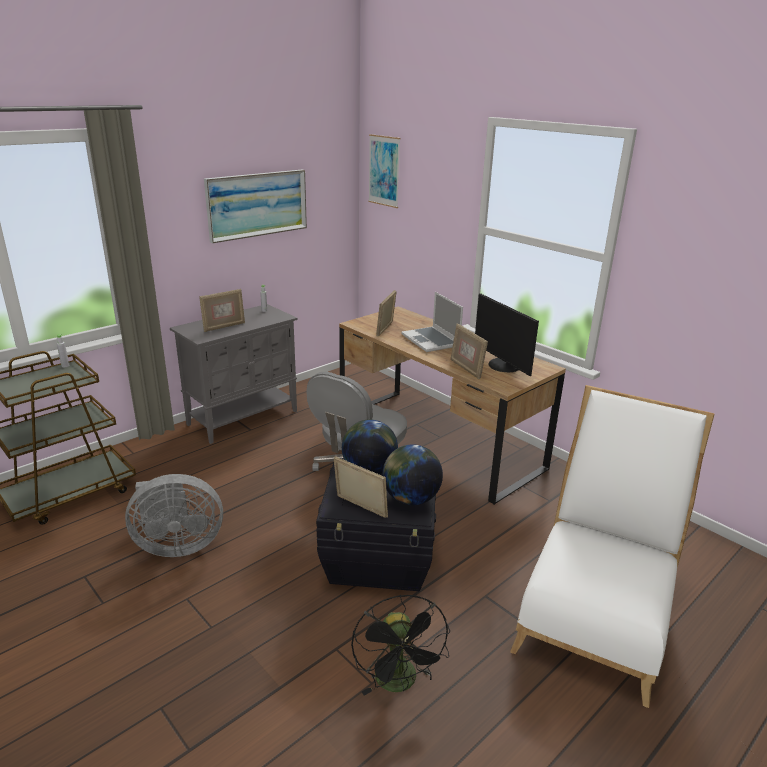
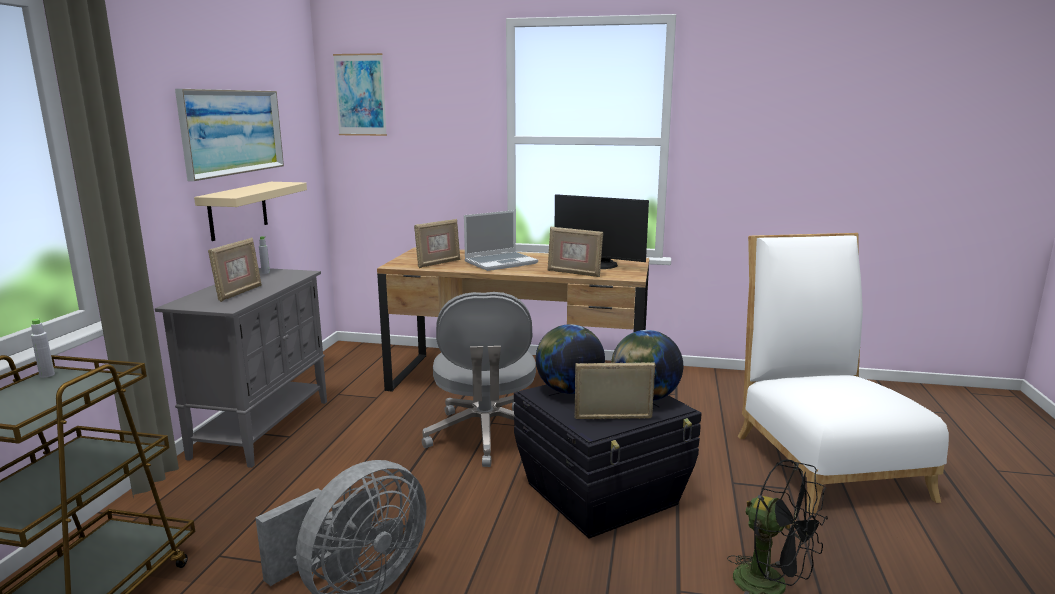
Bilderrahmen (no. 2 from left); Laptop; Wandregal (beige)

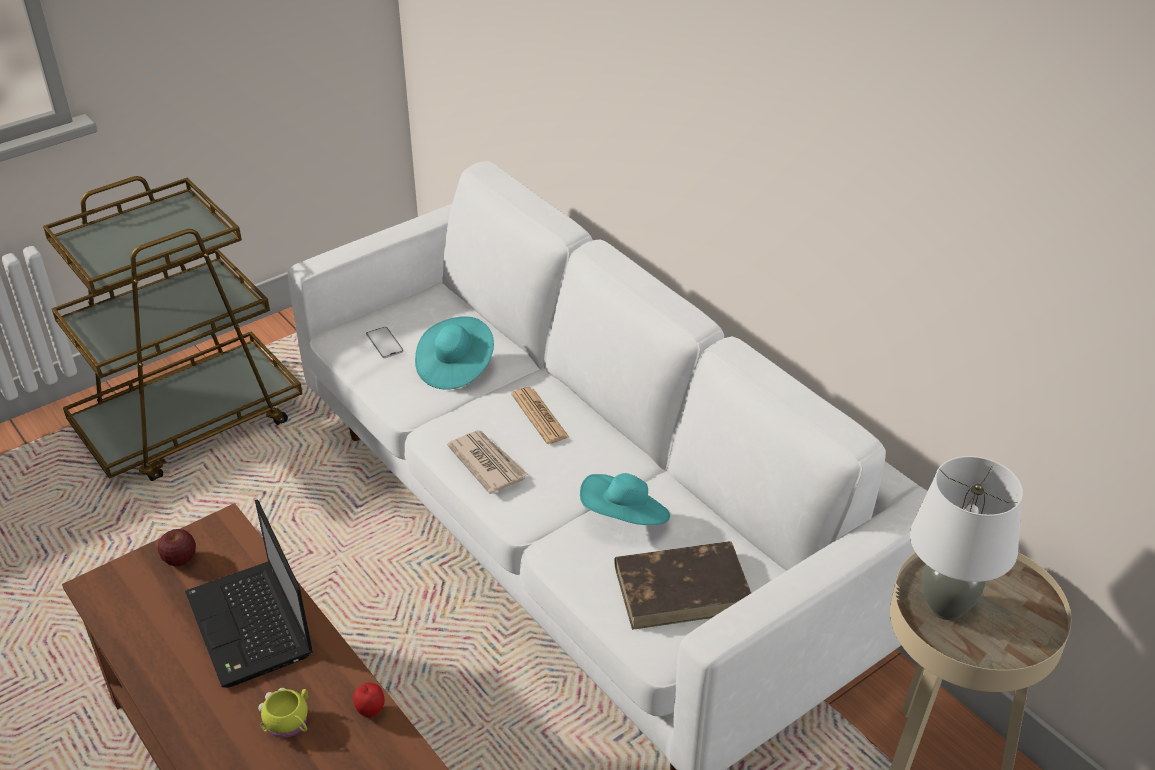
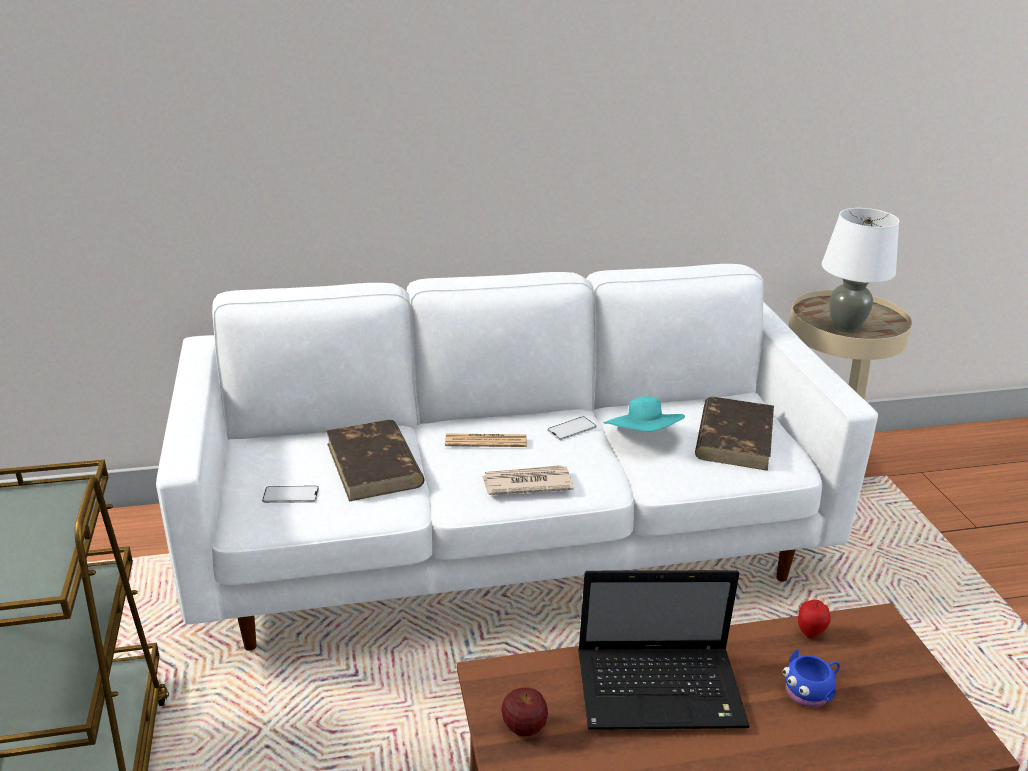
Buch (braun) (no. 1 from left); Henkelbecher (blau); Handy (no. 2 from left)

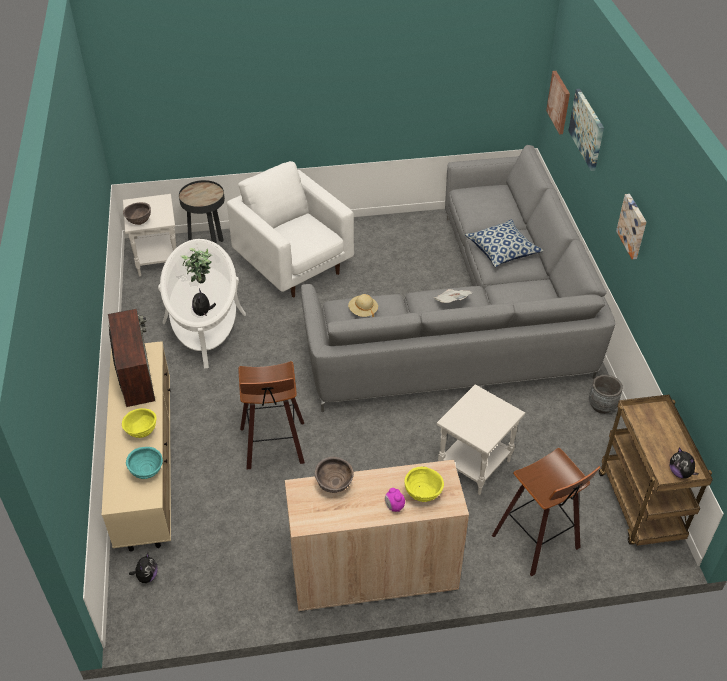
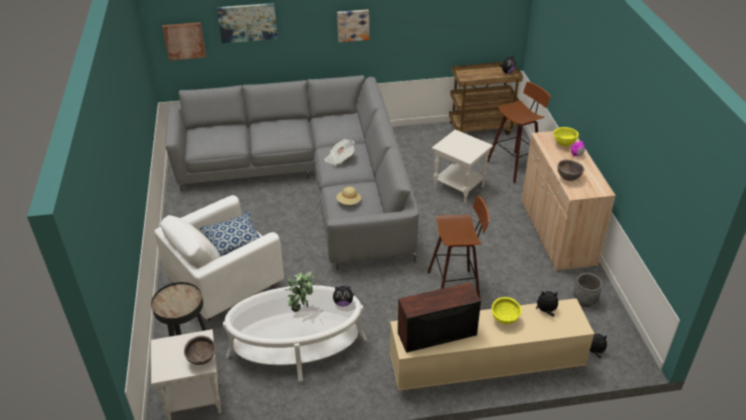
Kissen; Pflanzkübel (grau); Plüschtier (no. 3 from left)

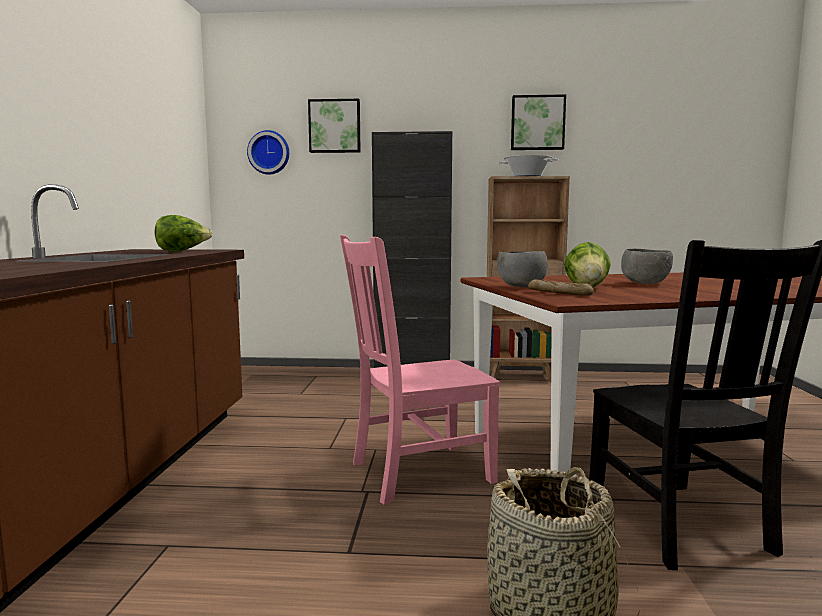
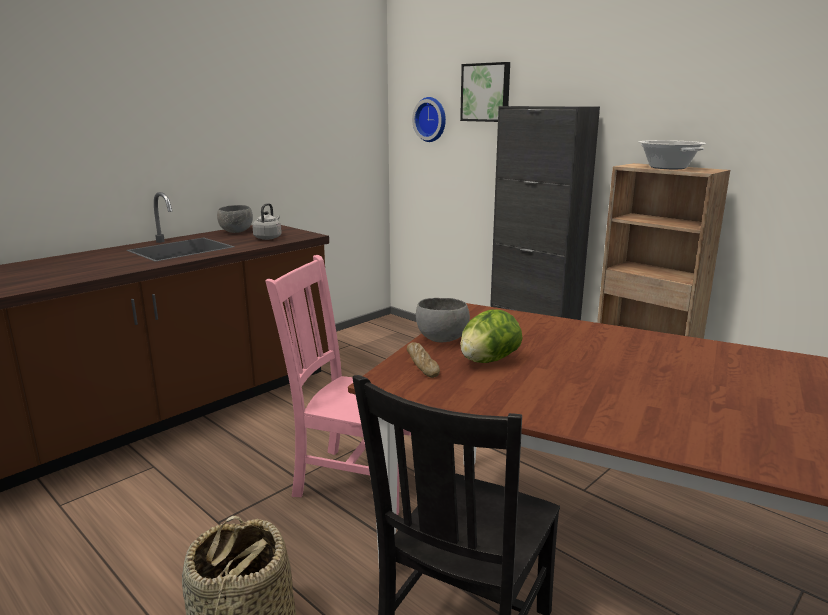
Bild (no. 2 from left in the first image); Wasserkessel (grau); Schüssel (grau) (no. 1 from left)

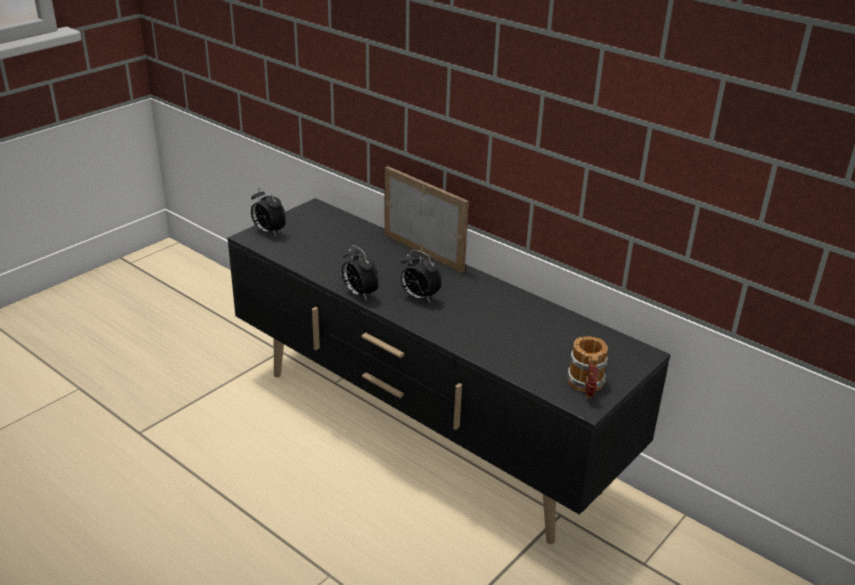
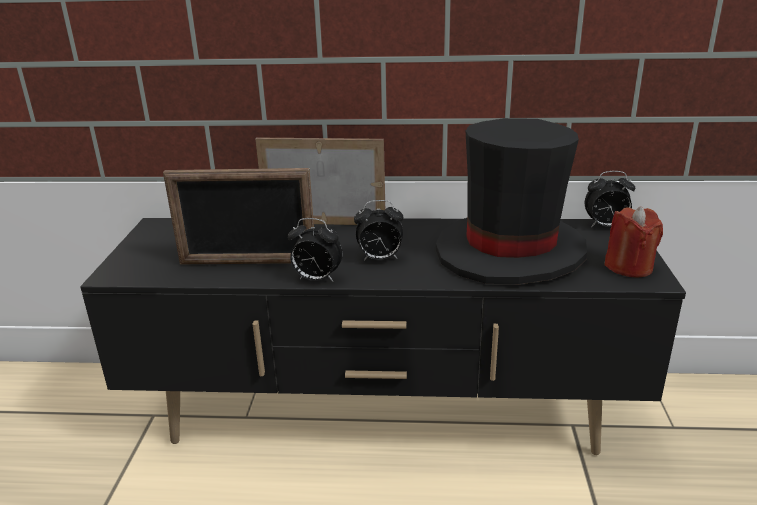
Wecker (no. 3 from left); Kerze (rot); Hut (schwarz); Bilderrahmen (no. 1 from left)

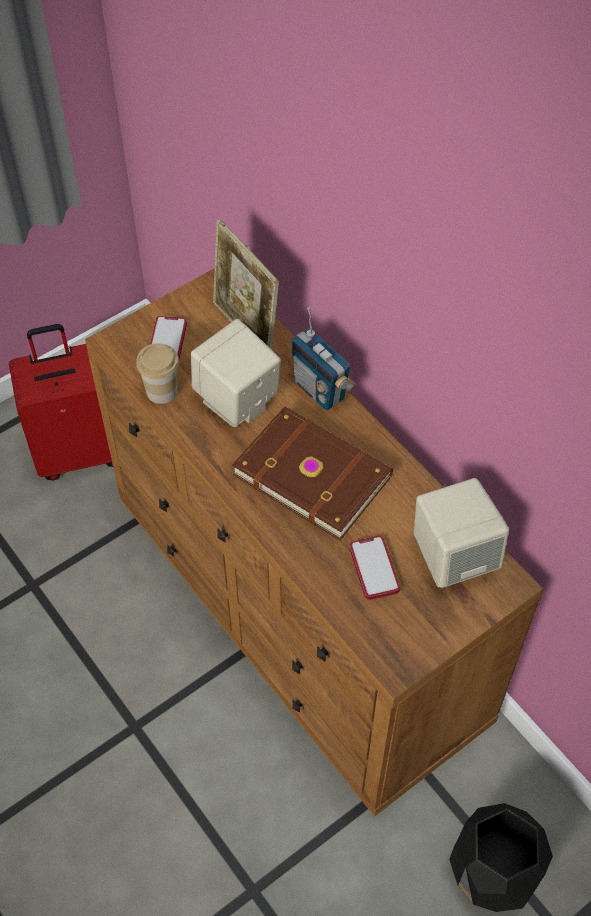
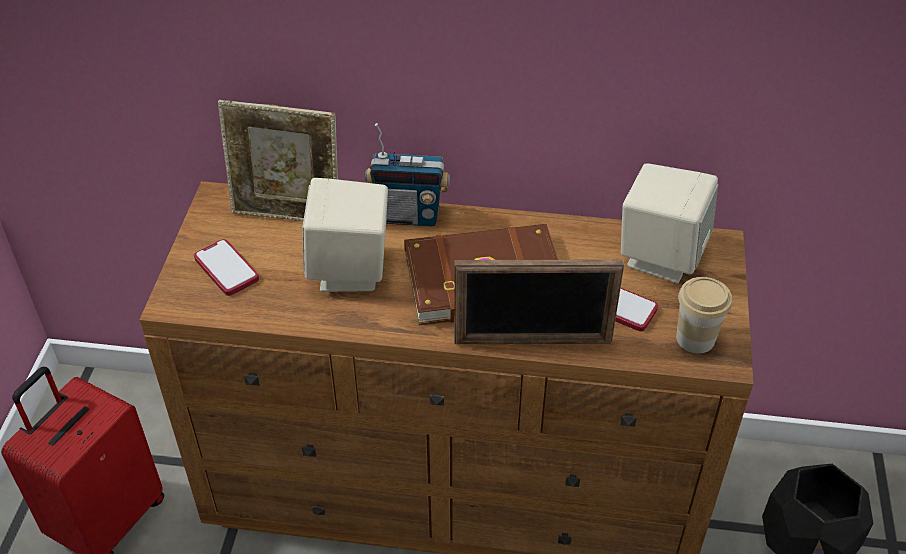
Tasse; Bilderrahmen (no. 2 from left)

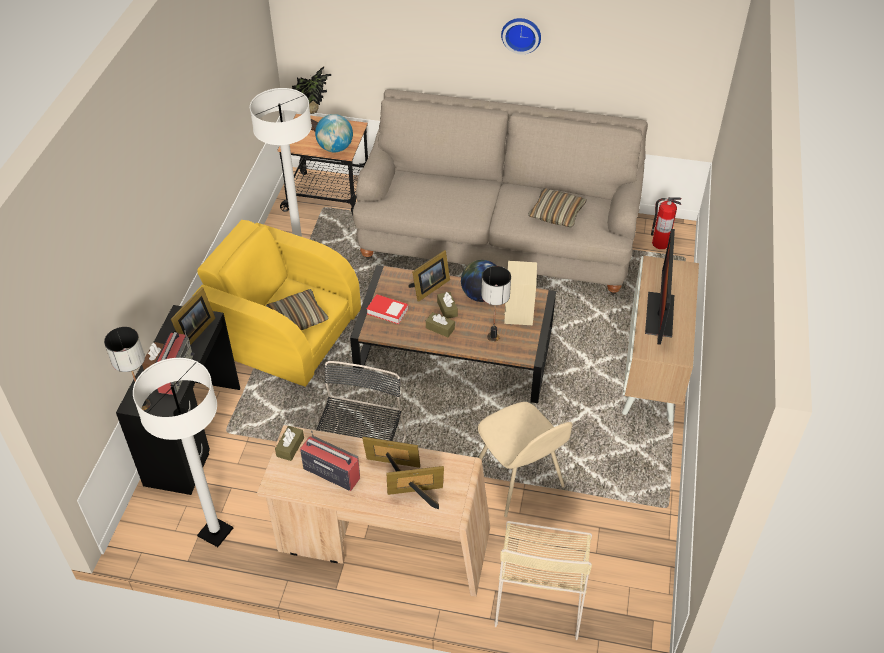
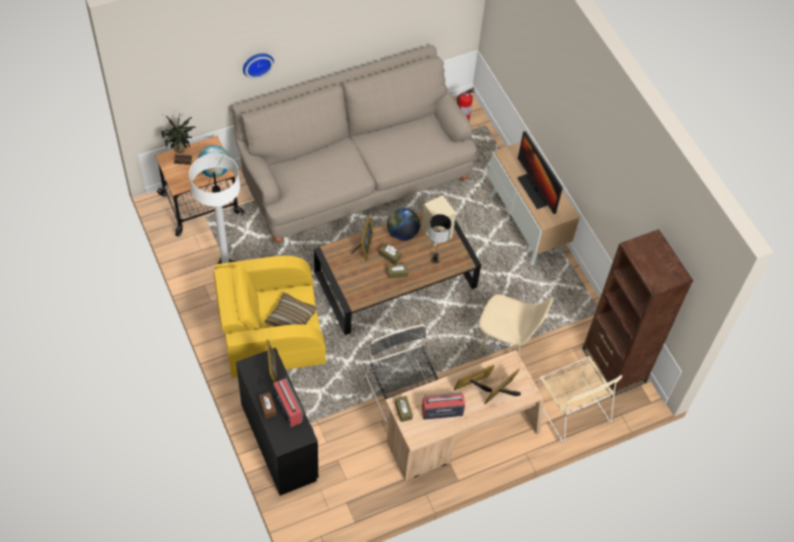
Wanduhr; Kissen (no. 2 from left in the first image); Buch; Tischlampe (no. 1 from left in the first image); Stehlampe (weiß) (no. 1 from left in the first image); Bücherregal (braun)

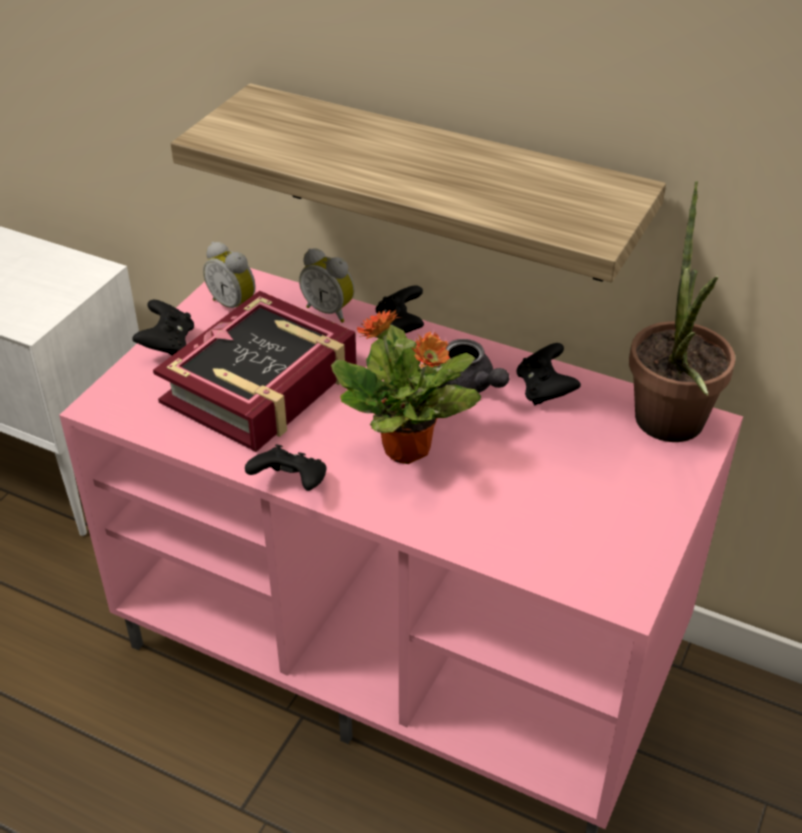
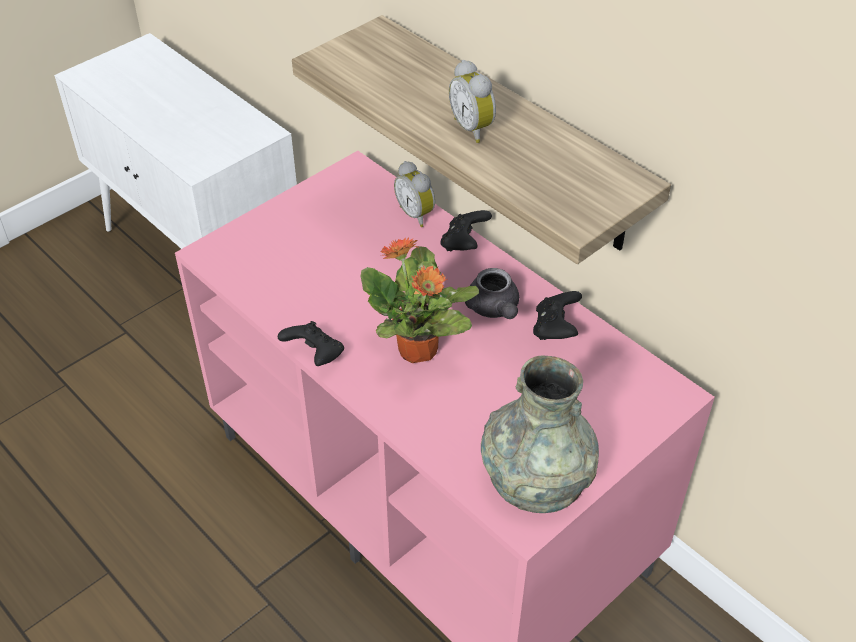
Topfpflanze (no. 2 from left in the first image); Wecker (no. 2 from left); Buch; Gamepad (schwarz) (no. 1 from left in the first image); Vase (grau)

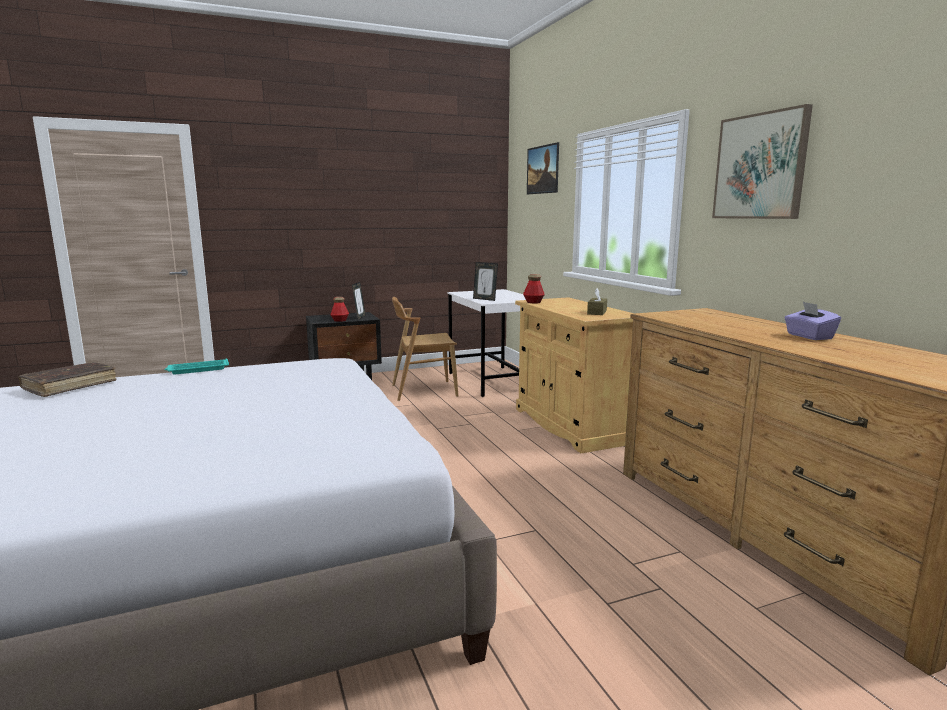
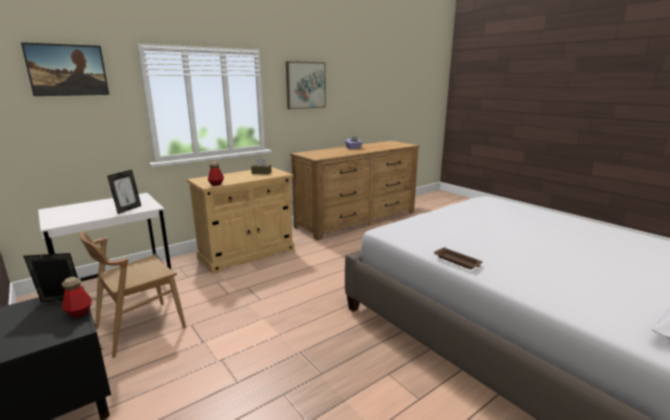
Stuhl (braun); Tablett (braun); Buch (braun)

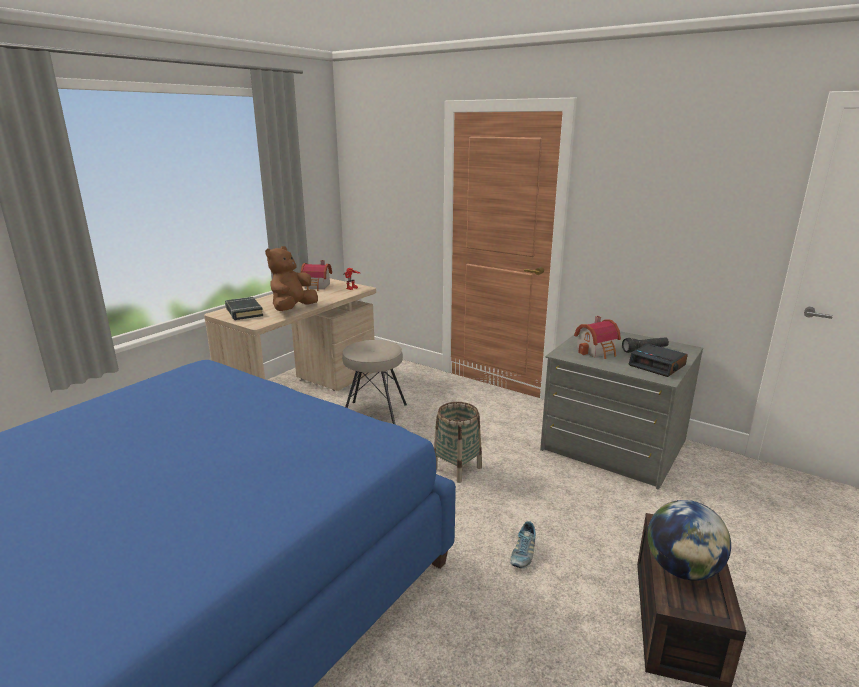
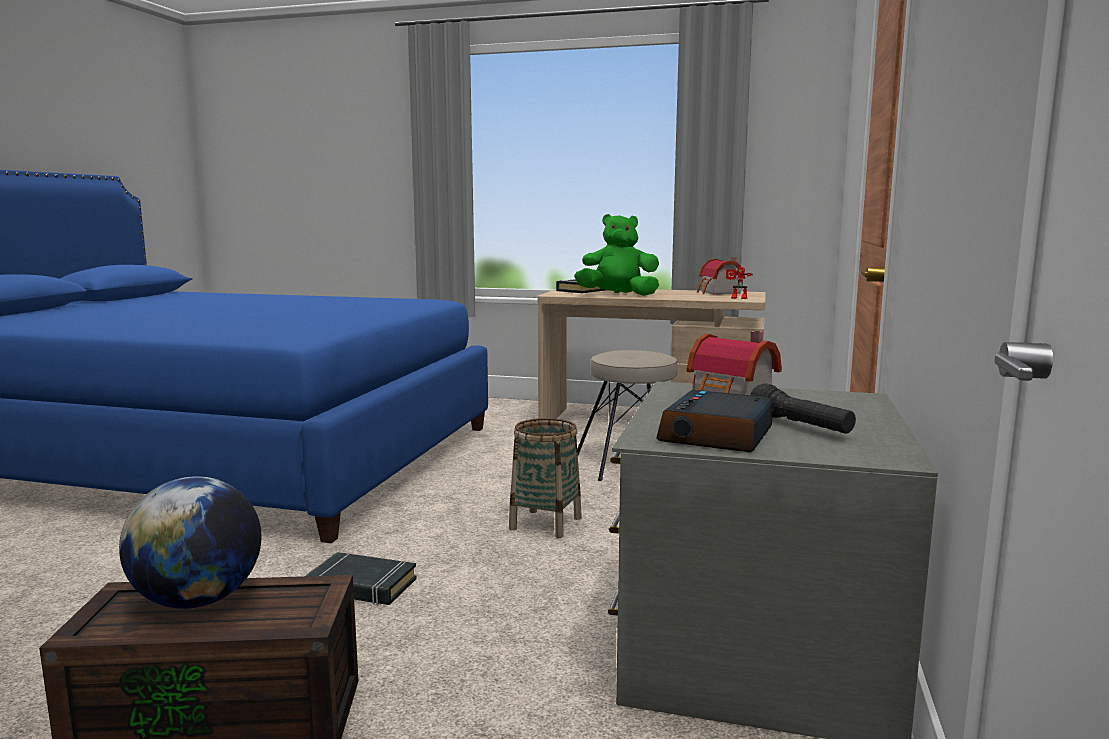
Plüschtier (grün); Buch (schwarz) (no. 1 from left)

